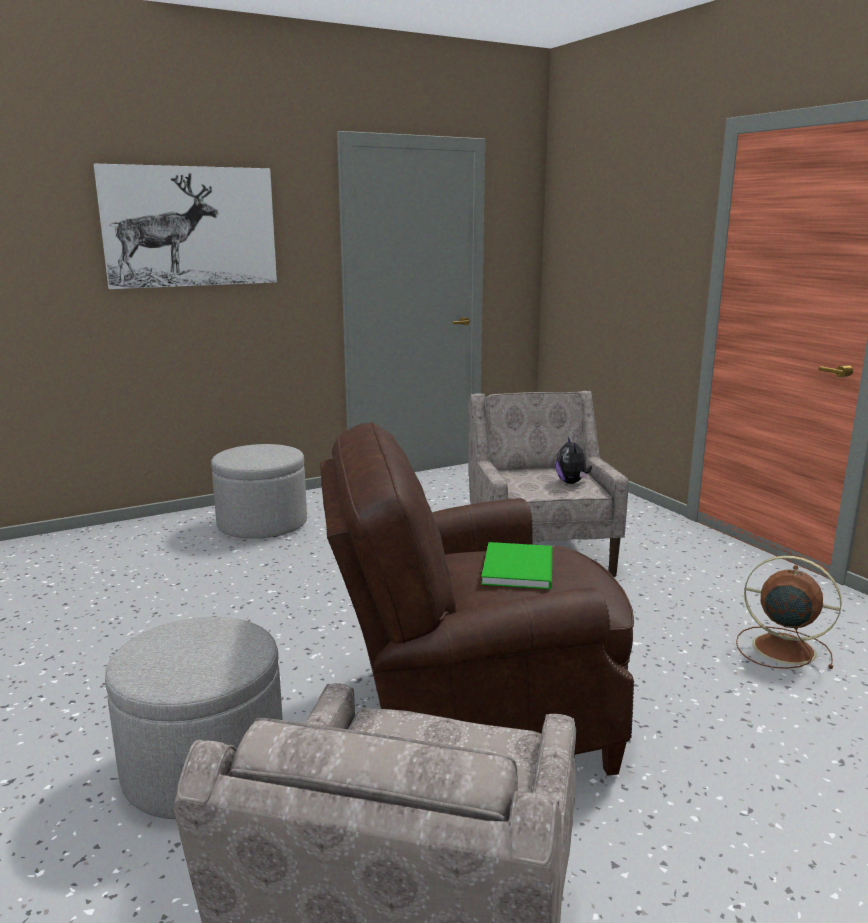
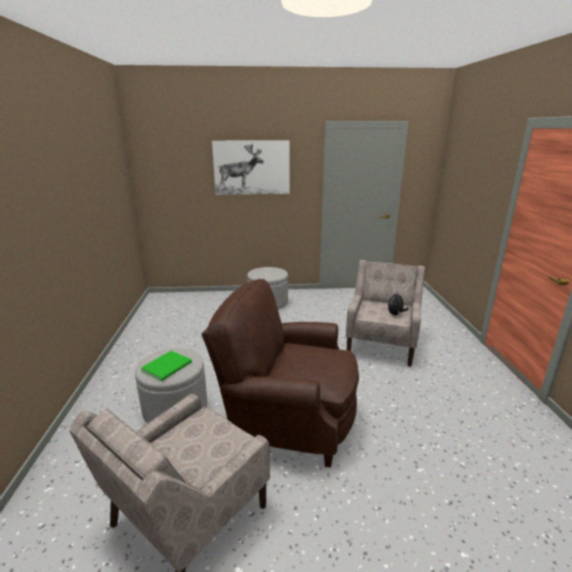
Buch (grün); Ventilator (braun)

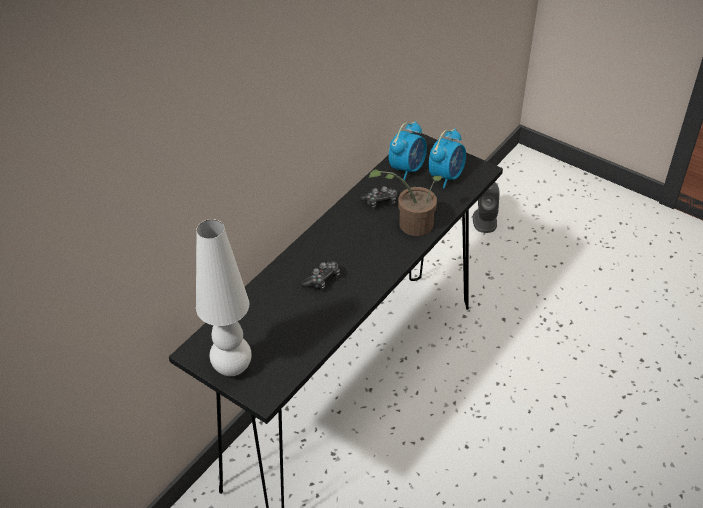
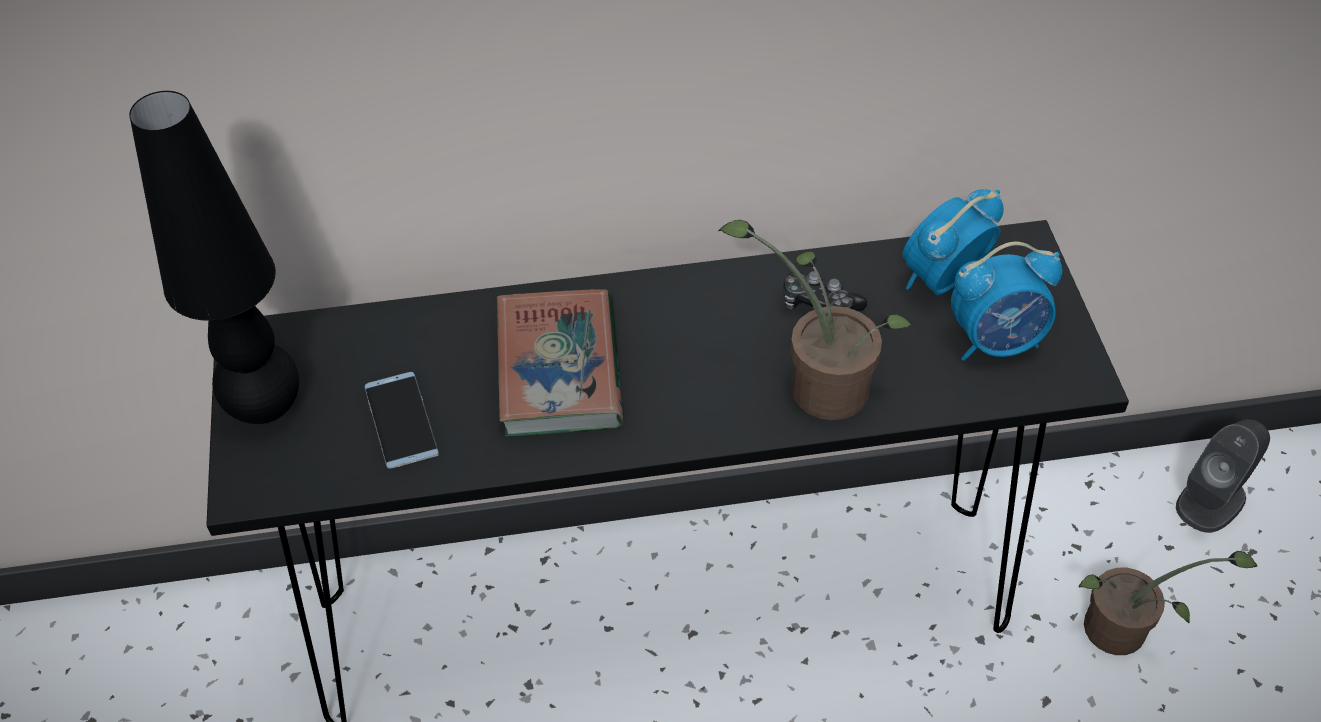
Wecker (no. 1 from left); Tischlampe (schwarz); Buch; Handy; Topfpflanze (no. 2 from left)

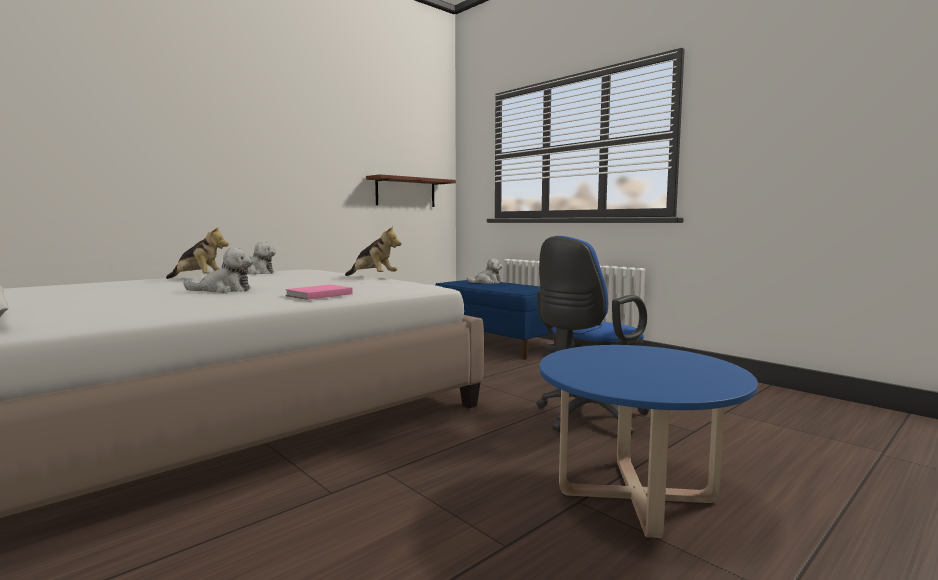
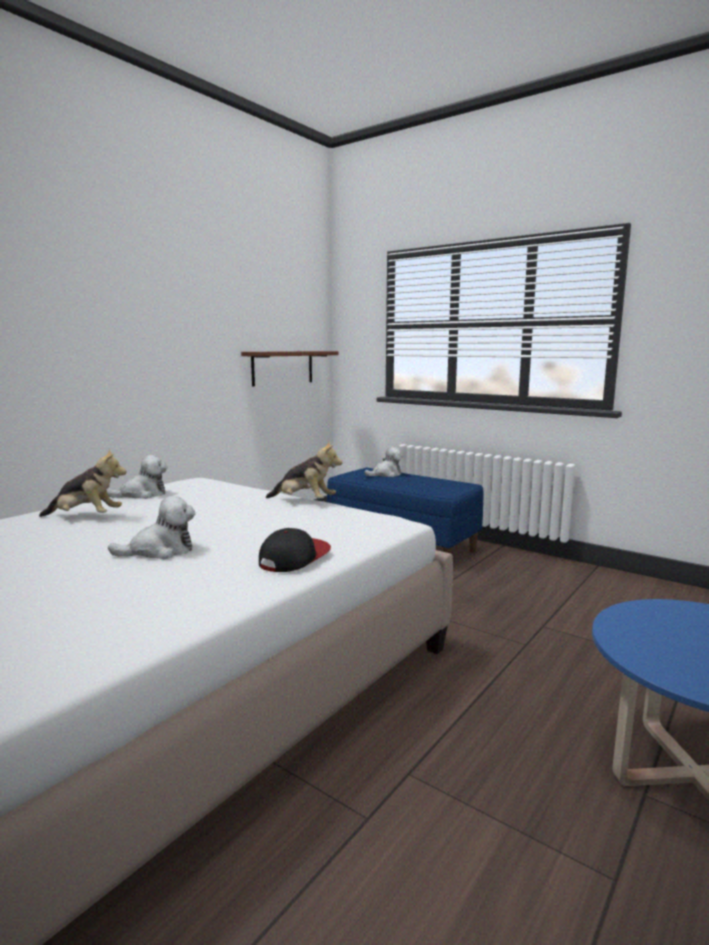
Bürostuhl (blau); Kappe

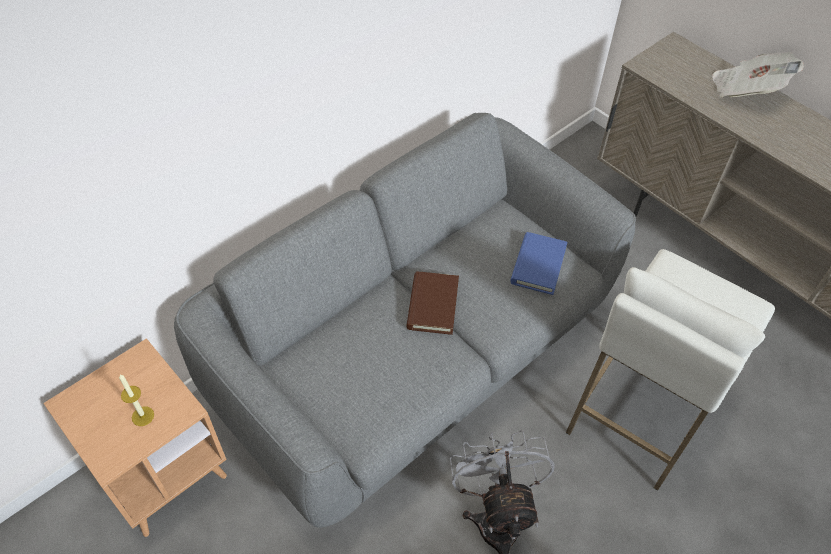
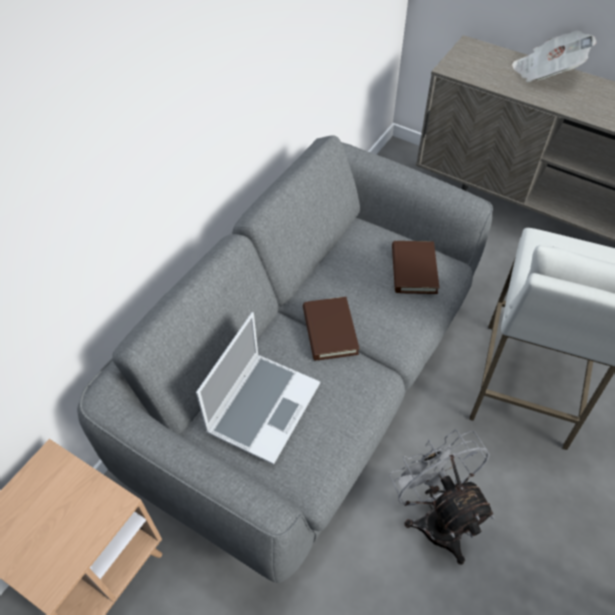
Buch (braun) (no. 2 from left); Kerze; Laptop

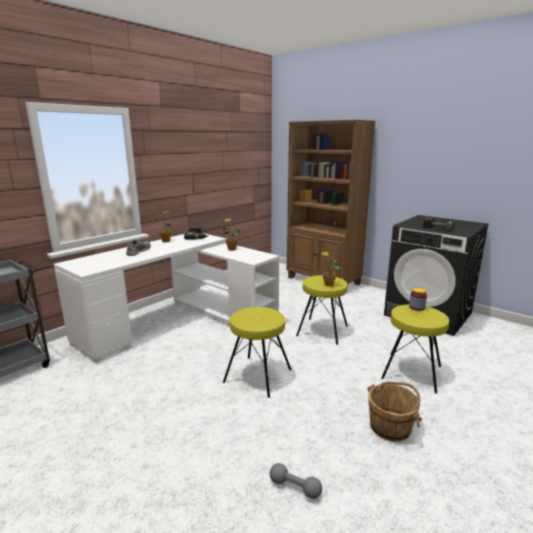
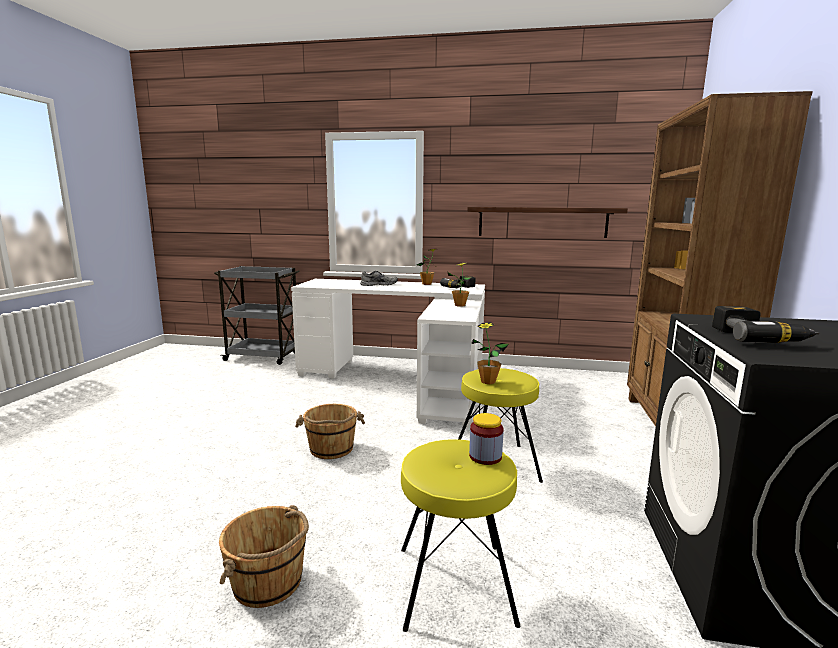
Eimer (braun) (no. 2 from left); Hantel (grau); Wandregal

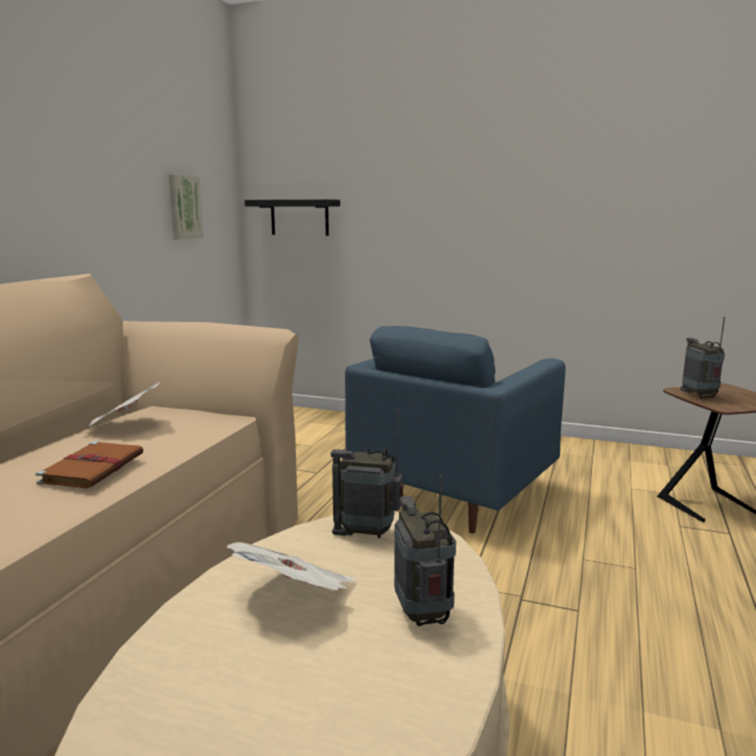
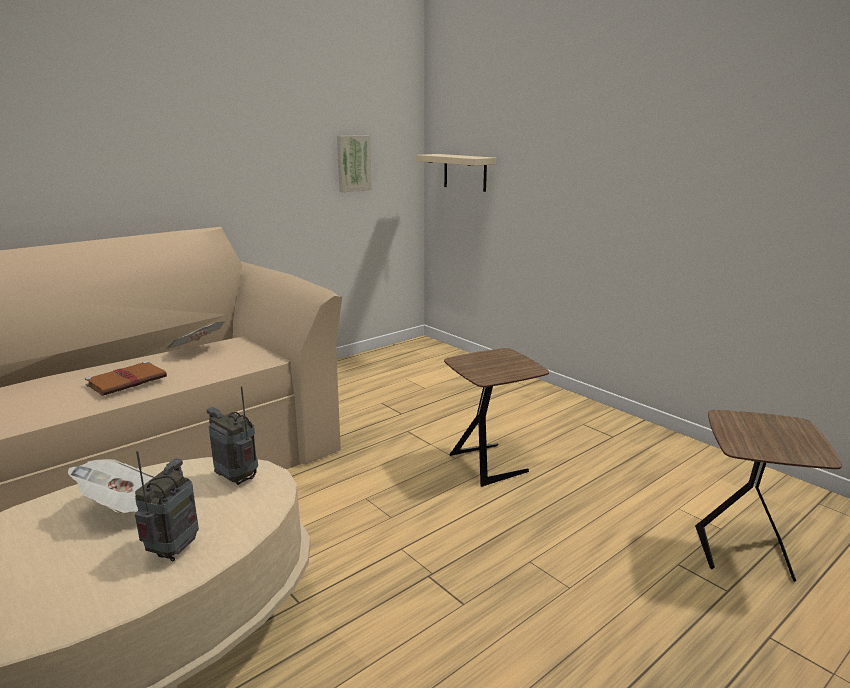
Wandregal (beige); Radio (no. 3 from left in the first image); Beistelltisch (braun) (no. 1 from left)

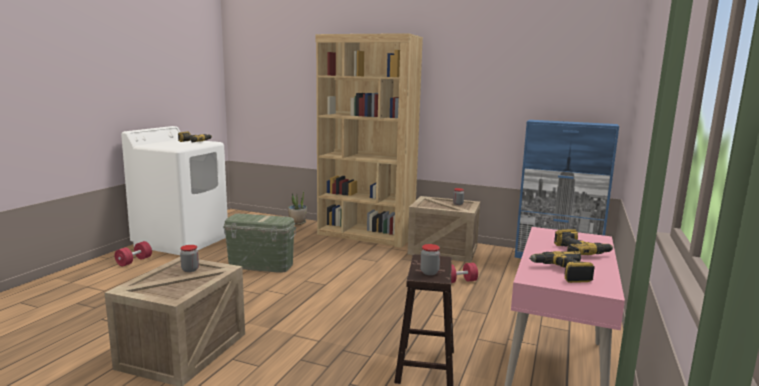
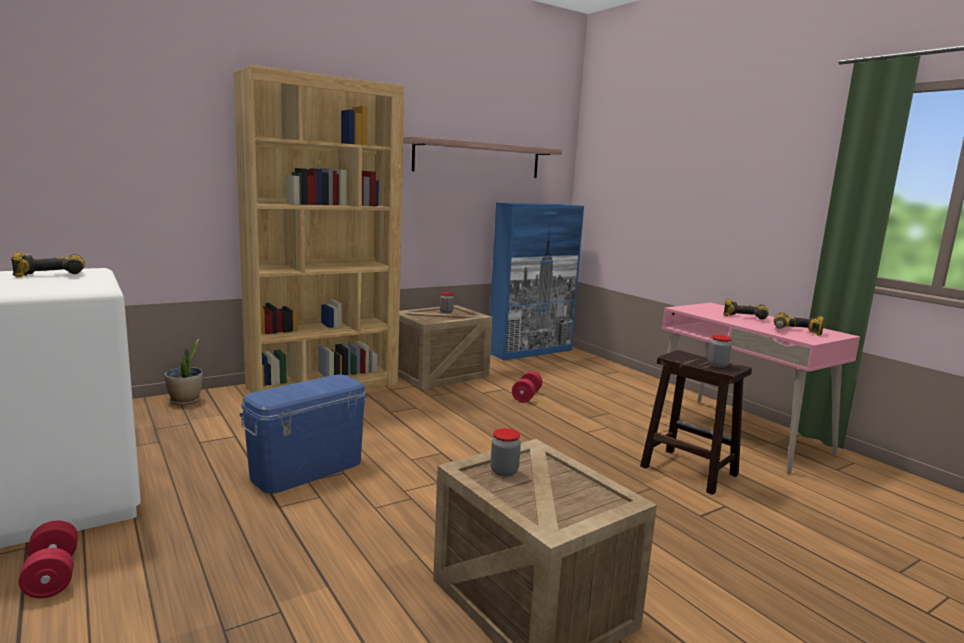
Aufbewahrungsbox (blau); Wandregal

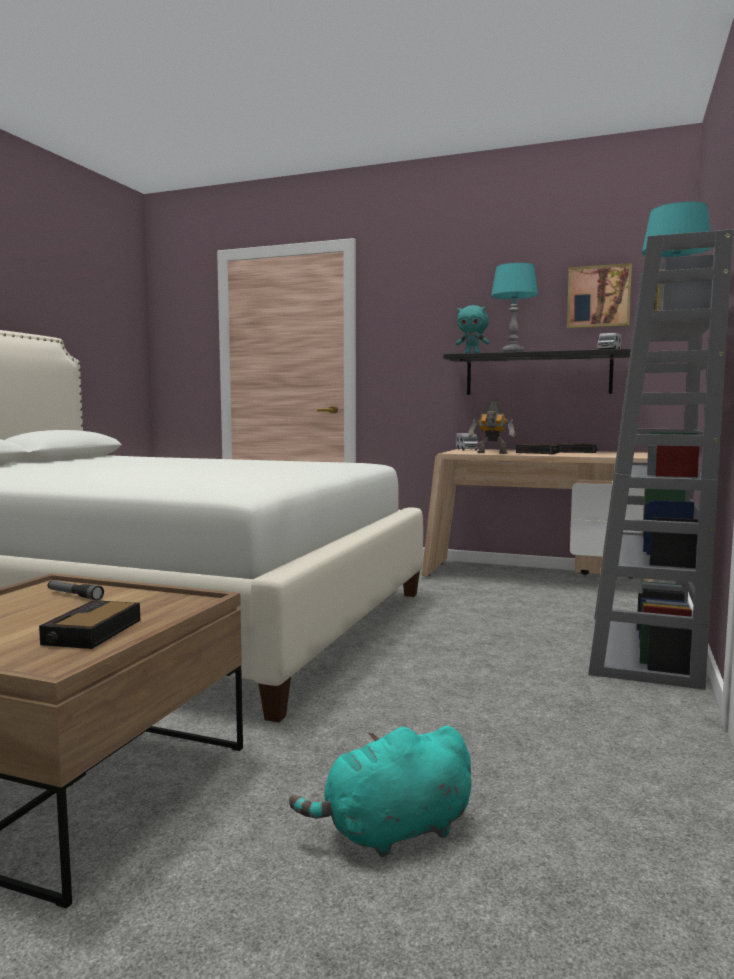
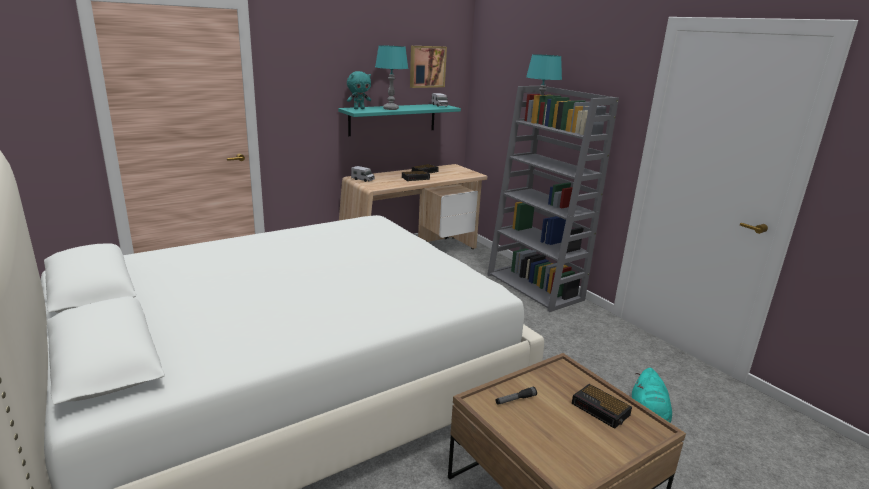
Wandregal (türkis); Spielzeugroboter

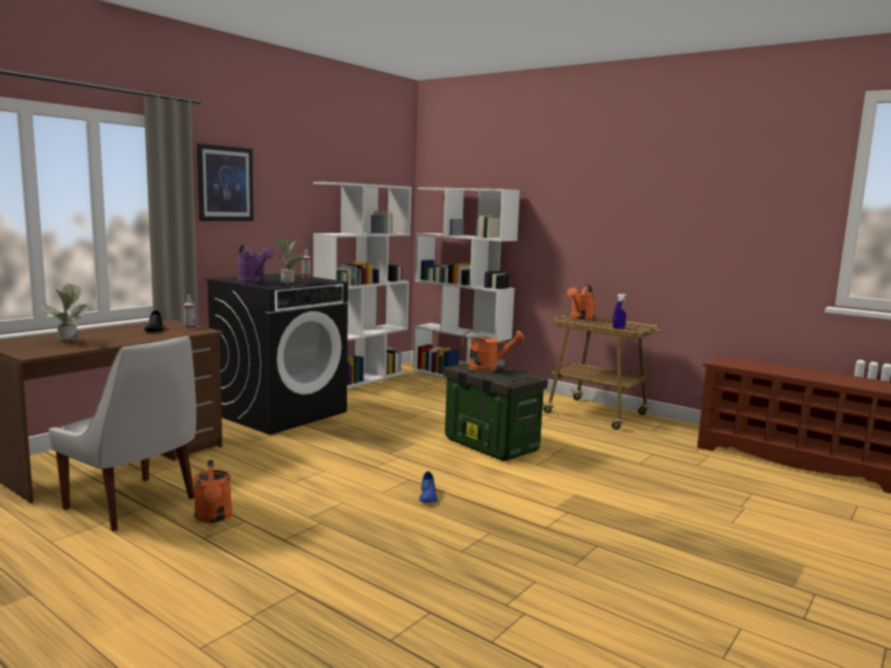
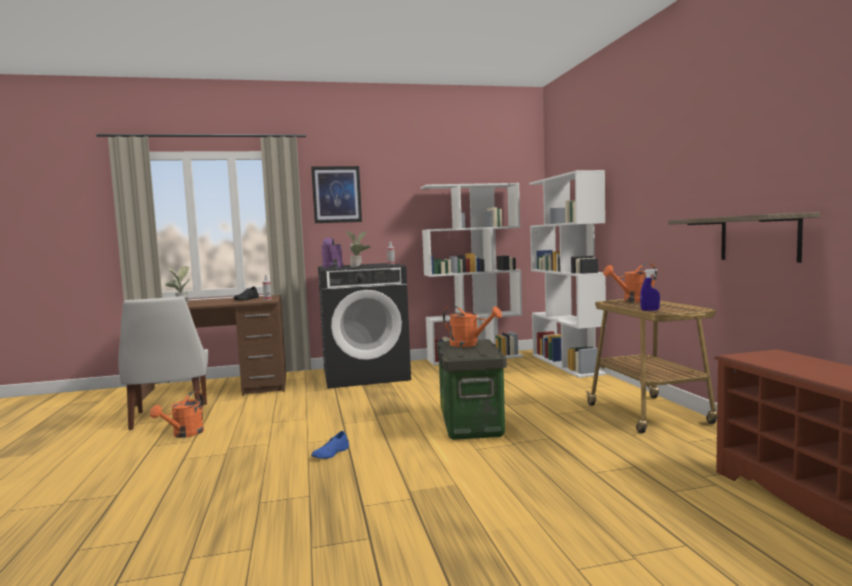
Wandregal

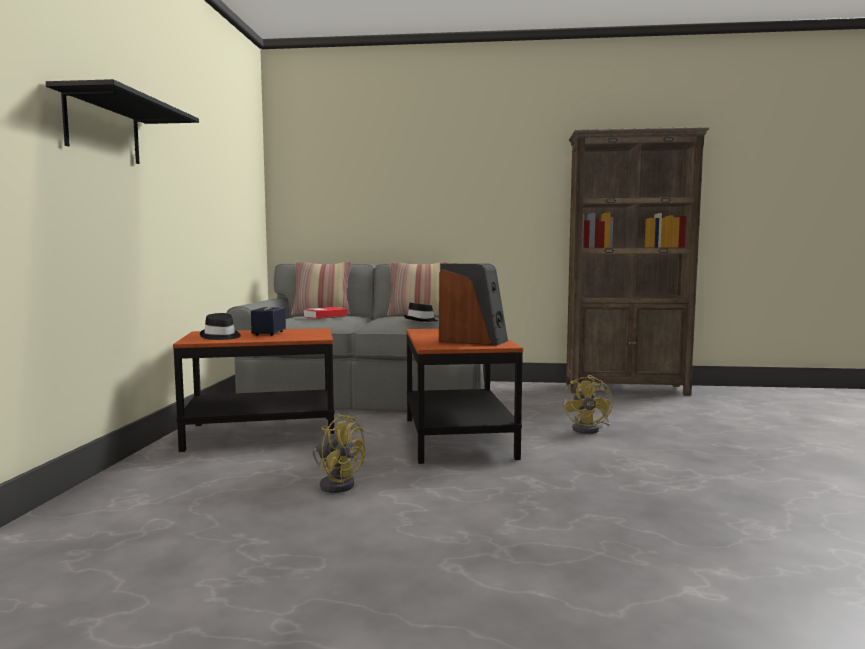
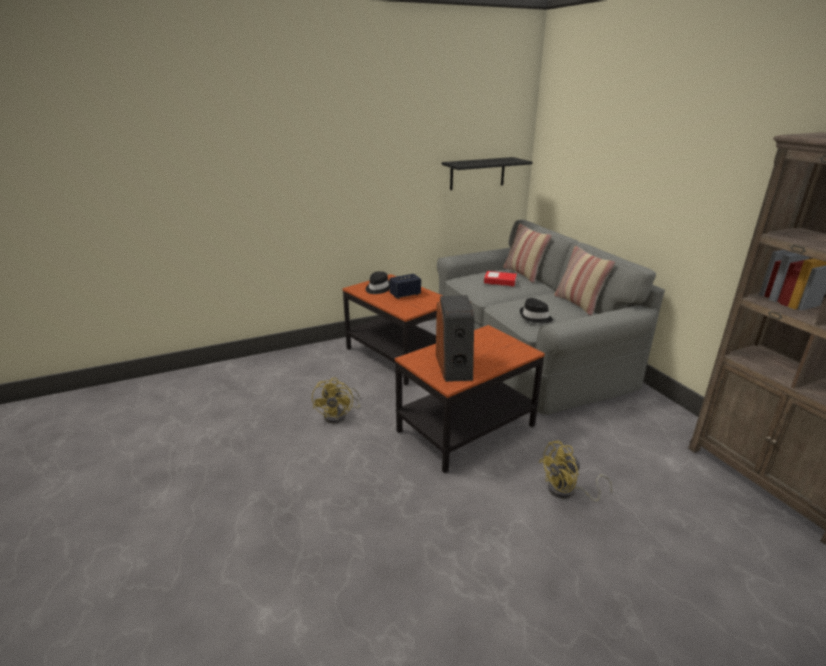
Wandregal (schwarz)

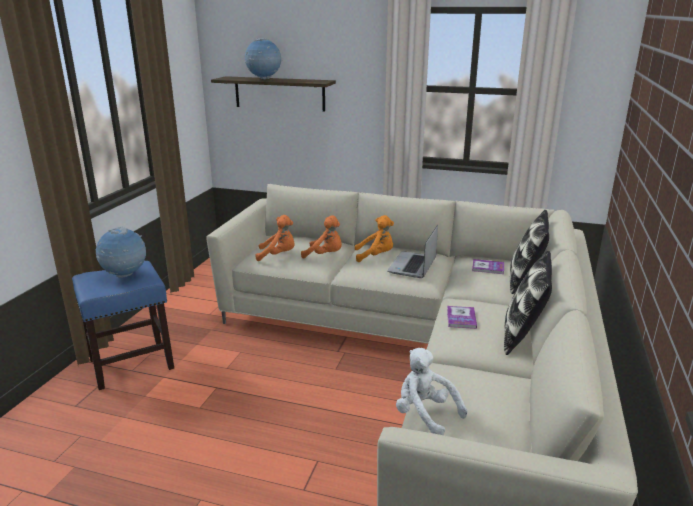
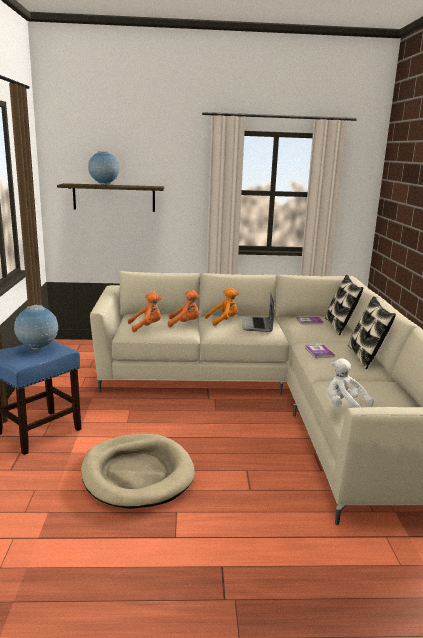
Hundebett (beige)

